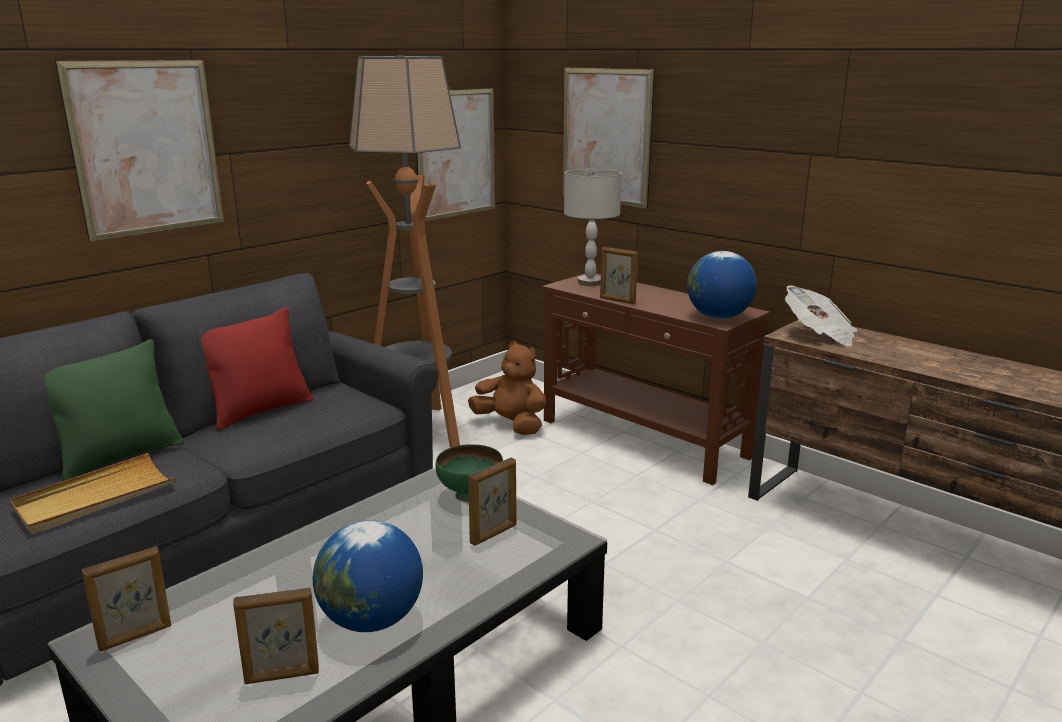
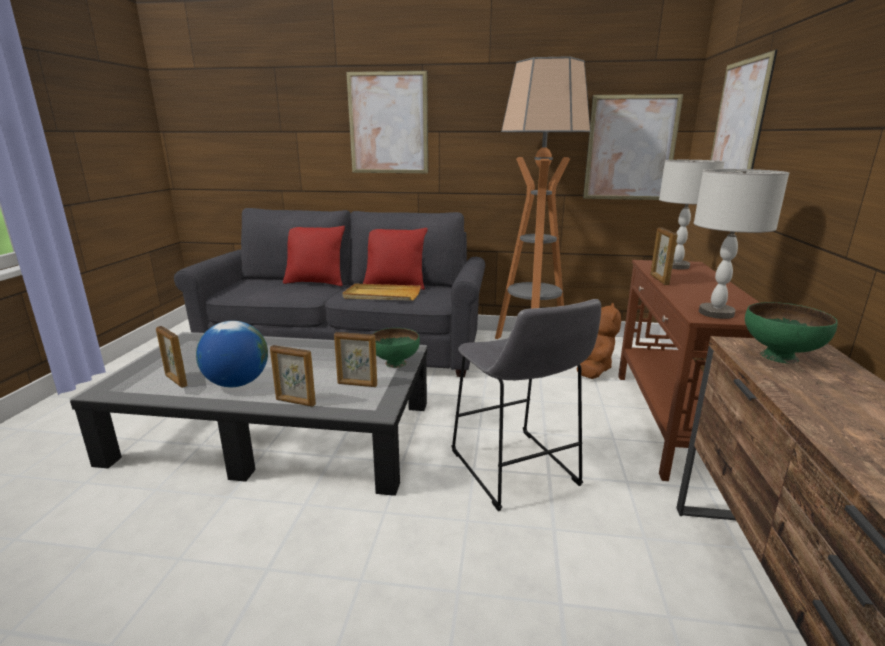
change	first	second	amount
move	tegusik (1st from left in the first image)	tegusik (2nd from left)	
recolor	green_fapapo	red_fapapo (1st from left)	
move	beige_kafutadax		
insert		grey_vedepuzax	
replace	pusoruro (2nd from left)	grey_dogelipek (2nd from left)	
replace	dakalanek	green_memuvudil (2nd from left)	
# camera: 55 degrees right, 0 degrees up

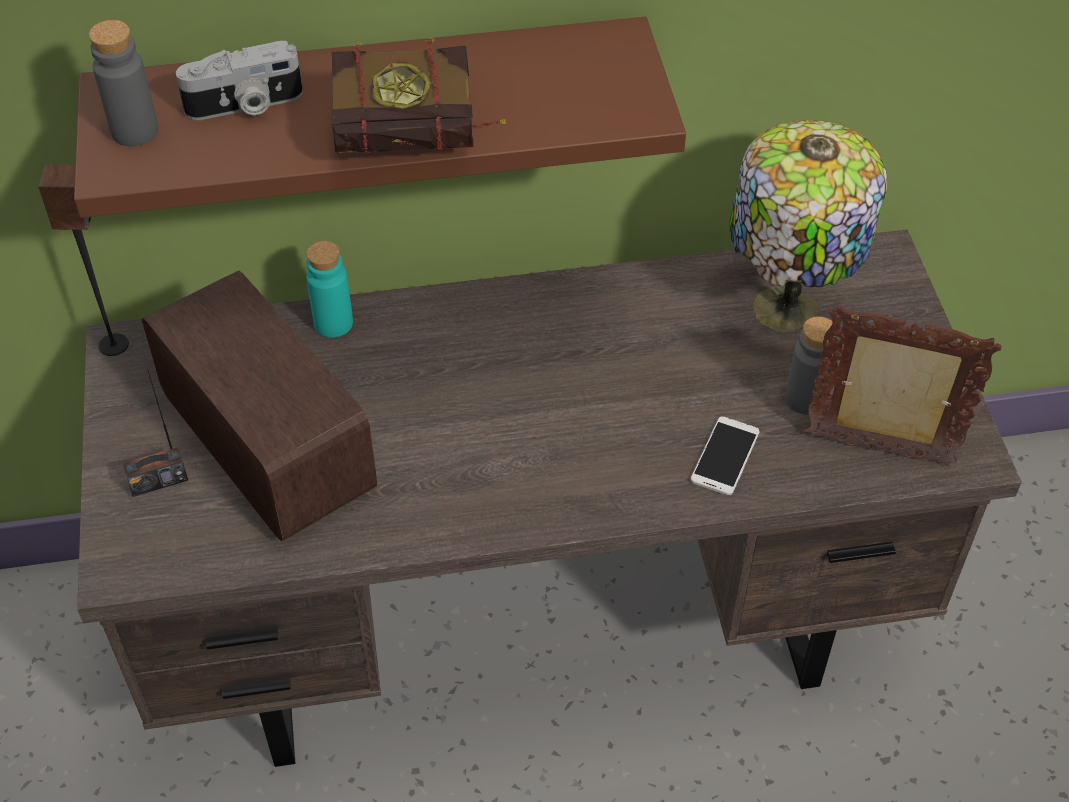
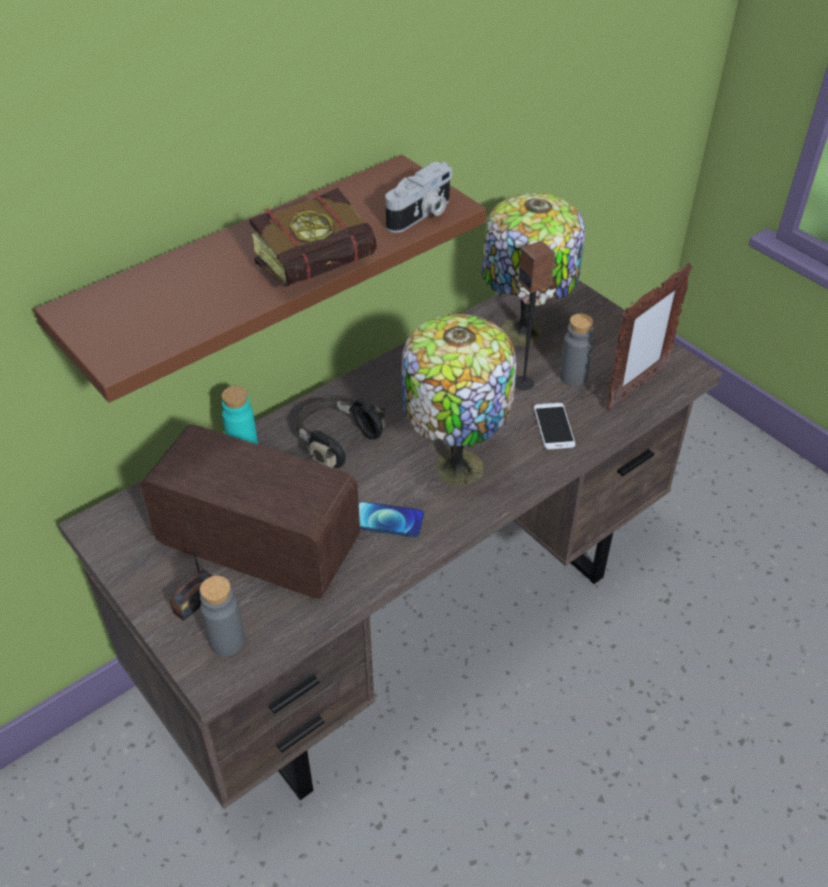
change	first	second	amount
move	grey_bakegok (1st from left)		
insert		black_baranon	
insert		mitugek (1st from left)	
move	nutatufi		
insert		dogelipek (1st from left)	
move	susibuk		
rotate	tegusik		150 degrees clockwise
# camera: 30 degrees left, 5 degrees down

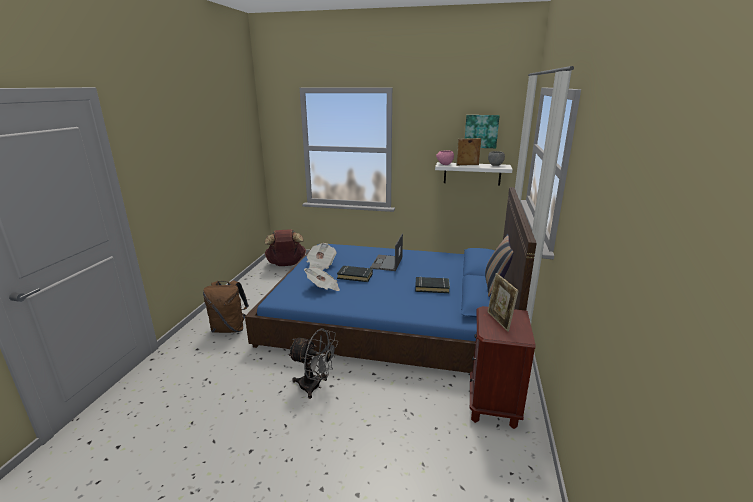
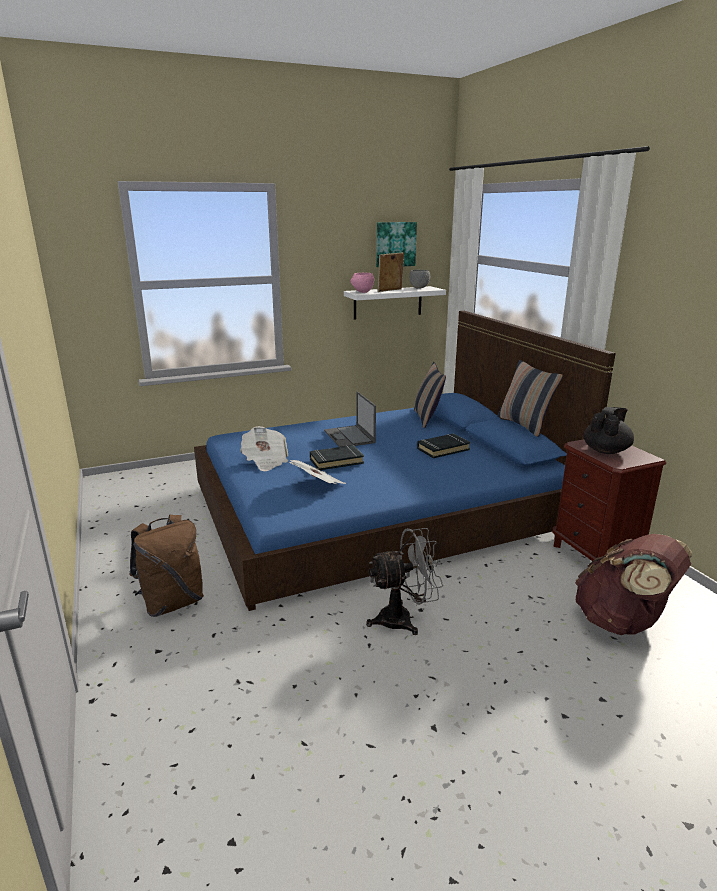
change	first	second	amount
insert		fapapo (1st from left)	
move	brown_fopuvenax (2nd from left)		
replace	tegusik (2nd from left)	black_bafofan	
# camera: 35 degrees left, 0 degrees up

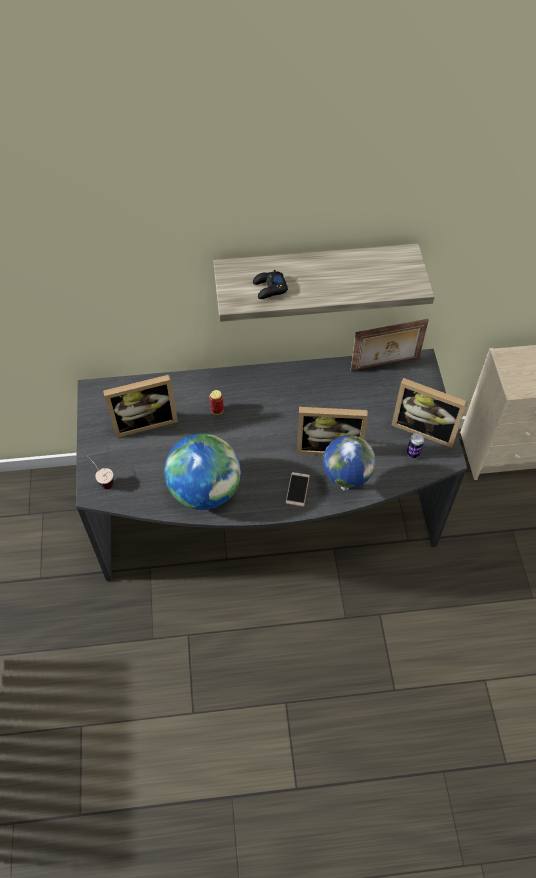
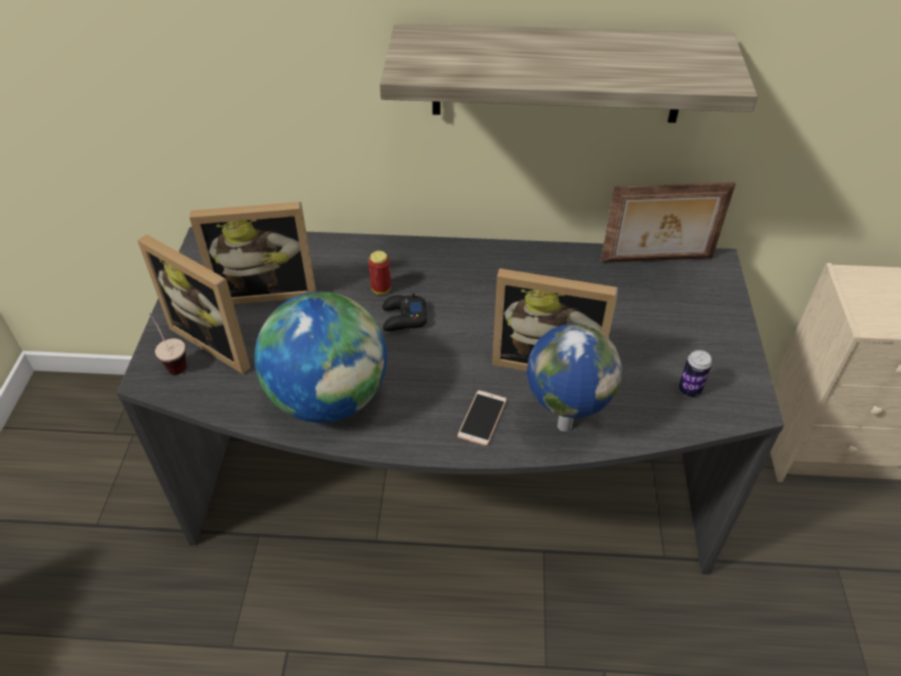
change	first	second	amount
move	tegusik (4th from left in the first image)	tegusik (1st from left)	
move	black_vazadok		
# camera: 10 degrees right, 10 degrees down

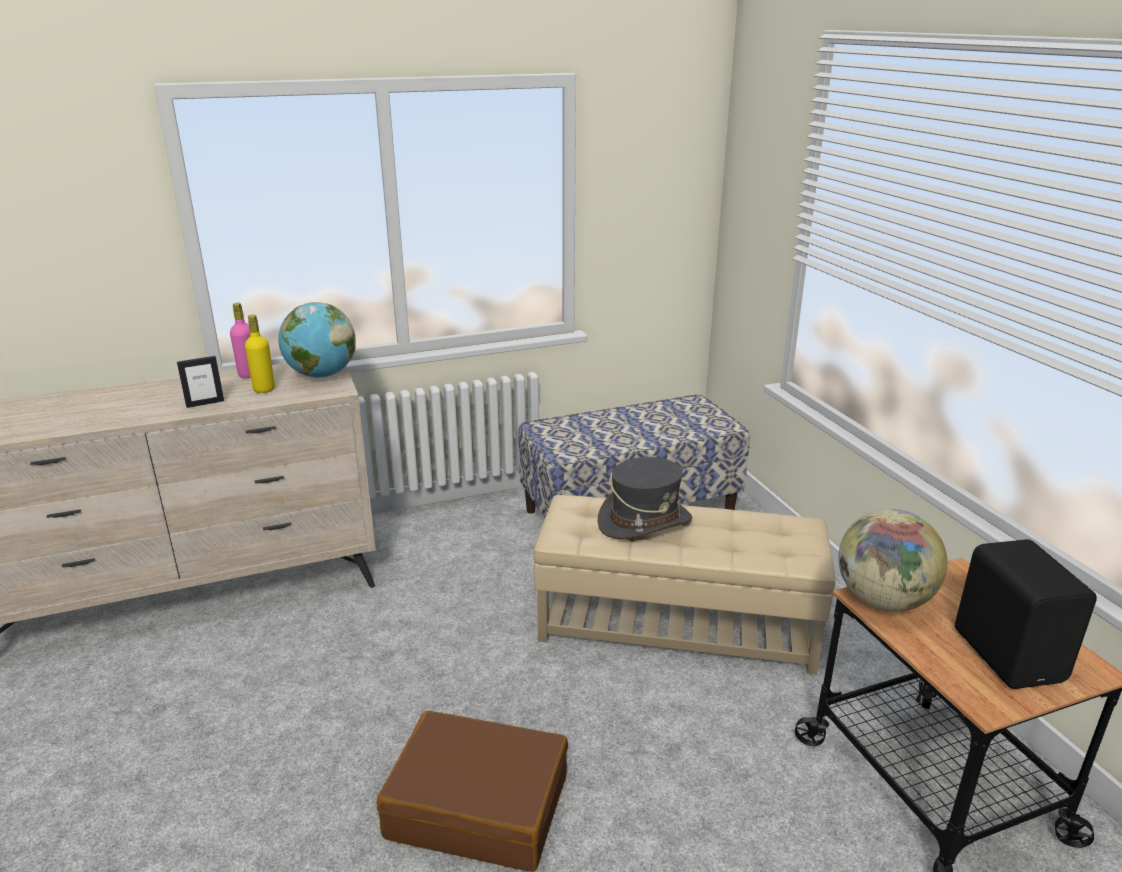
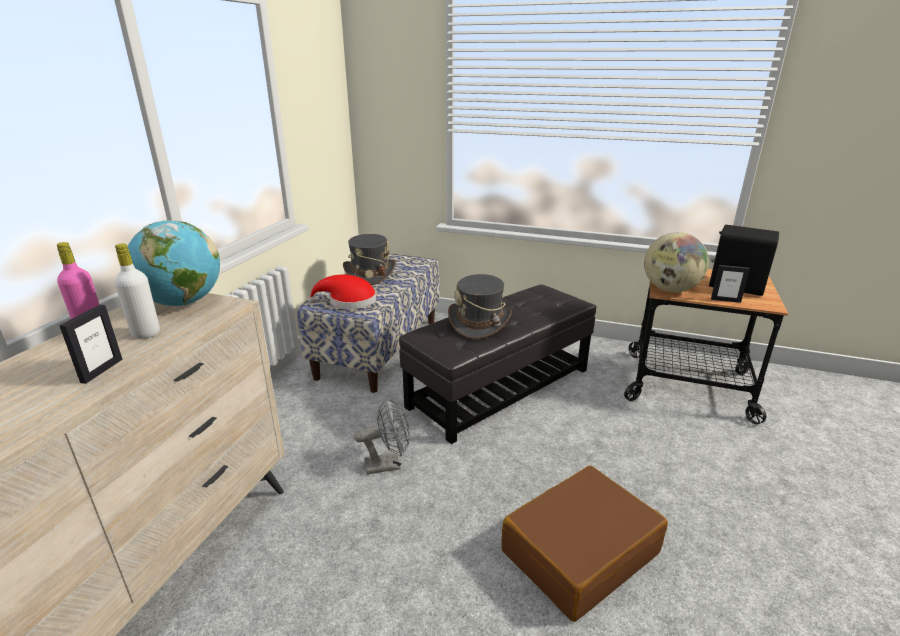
change	first	second	amount
recolor	yellow_bakegok	white_bakegok	
insert		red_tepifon	
insert		grey_tepifon (1st from left)	
insert		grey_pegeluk	
recolor	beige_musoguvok	black_musoguvok	
insert		tegusik (2nd from left)	
# camera: 50 degrees left, 0 degrees up

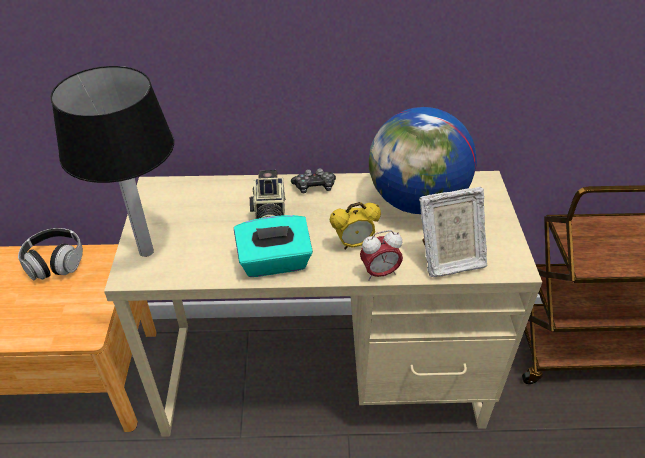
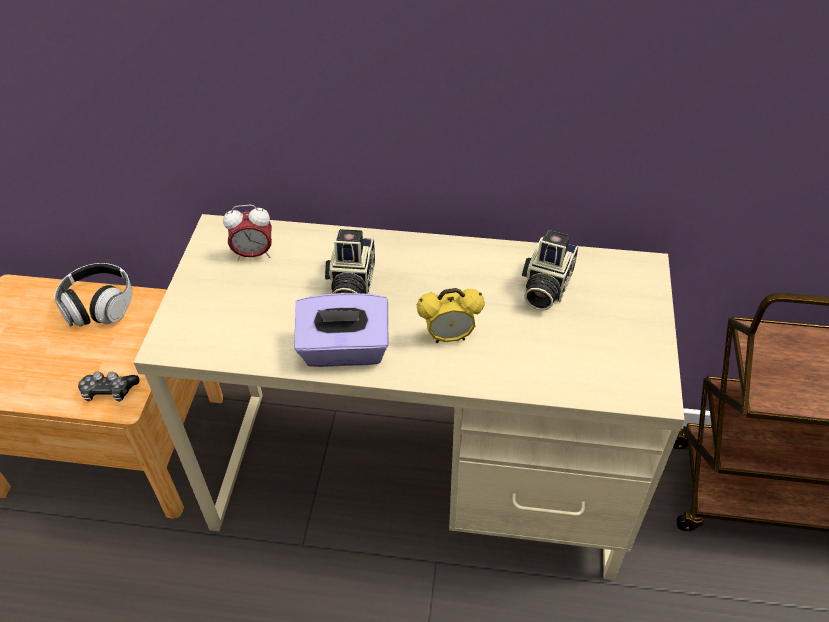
change	first	second	amount
move	vazadok		
move	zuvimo (2nd from left in the first image)	zuvimo (1st from left)	
recolor	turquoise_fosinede	purple_fosinede	
replace	pusoruro	nutatufi (2nd from left)	
delete	dogelipek		
delete	tegusik		
# camera: 10 degrees right, 5 degrees up

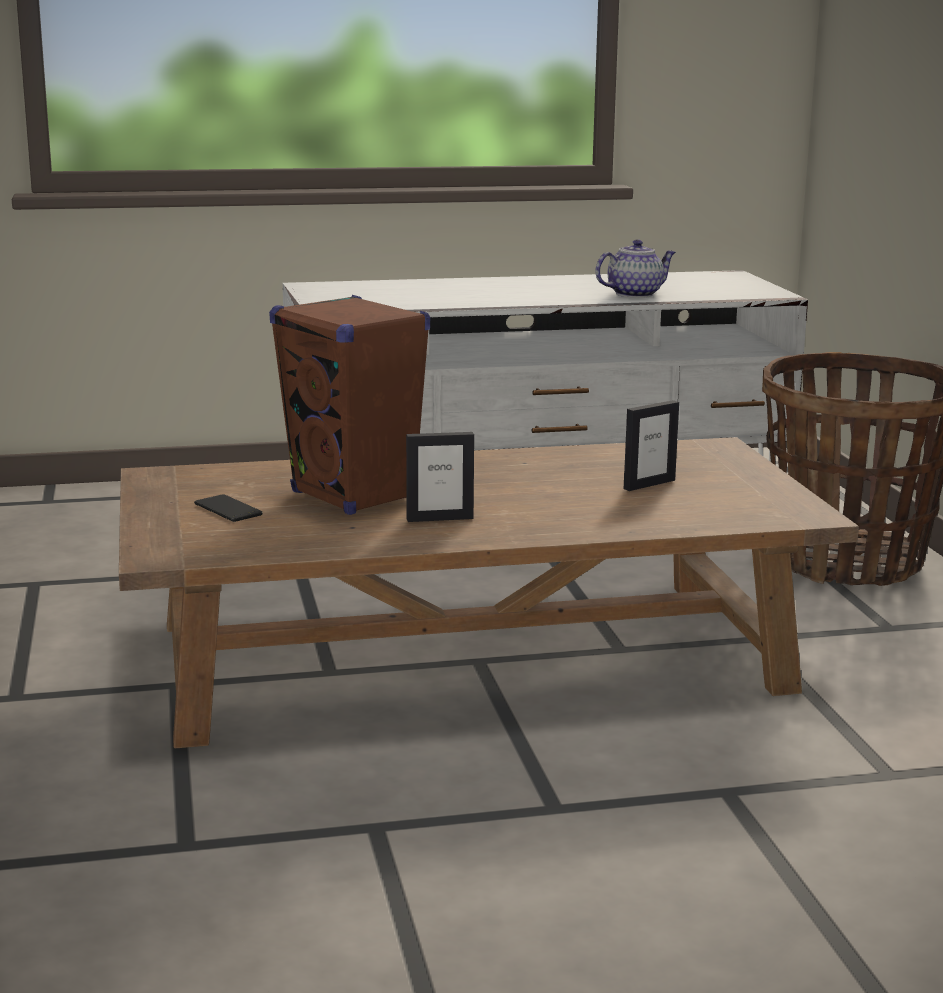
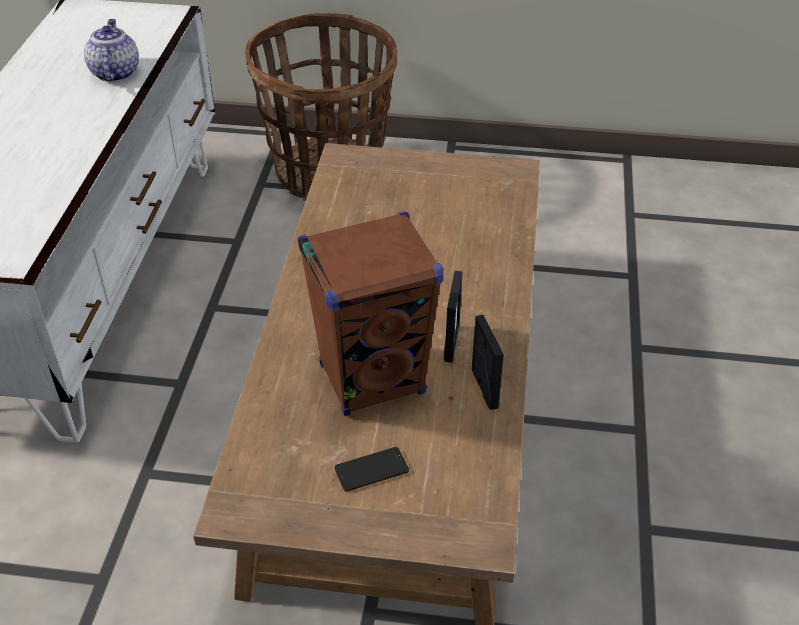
change	first	second	amount
move	tegusik (2nd from left)		
# camera: 70 degrees left, 25 degrees up

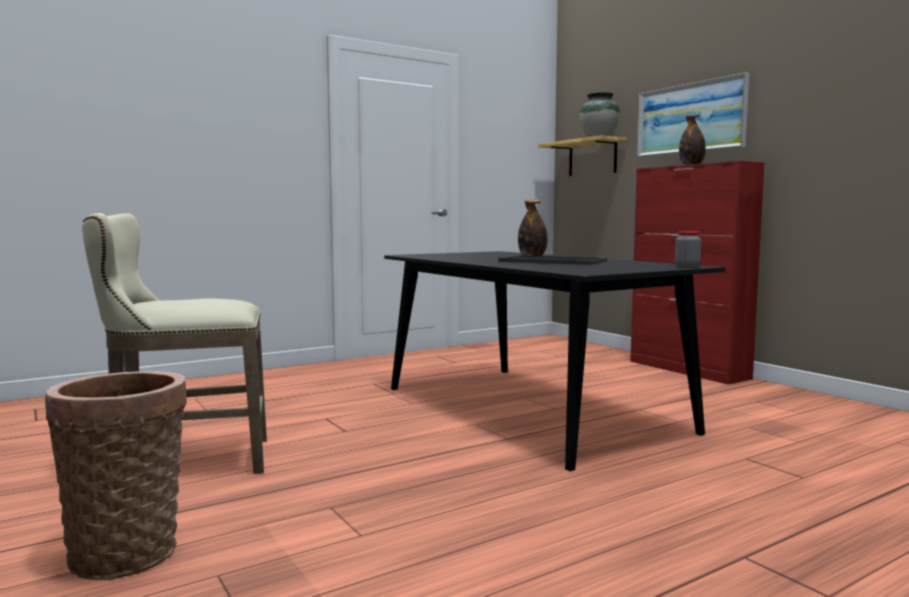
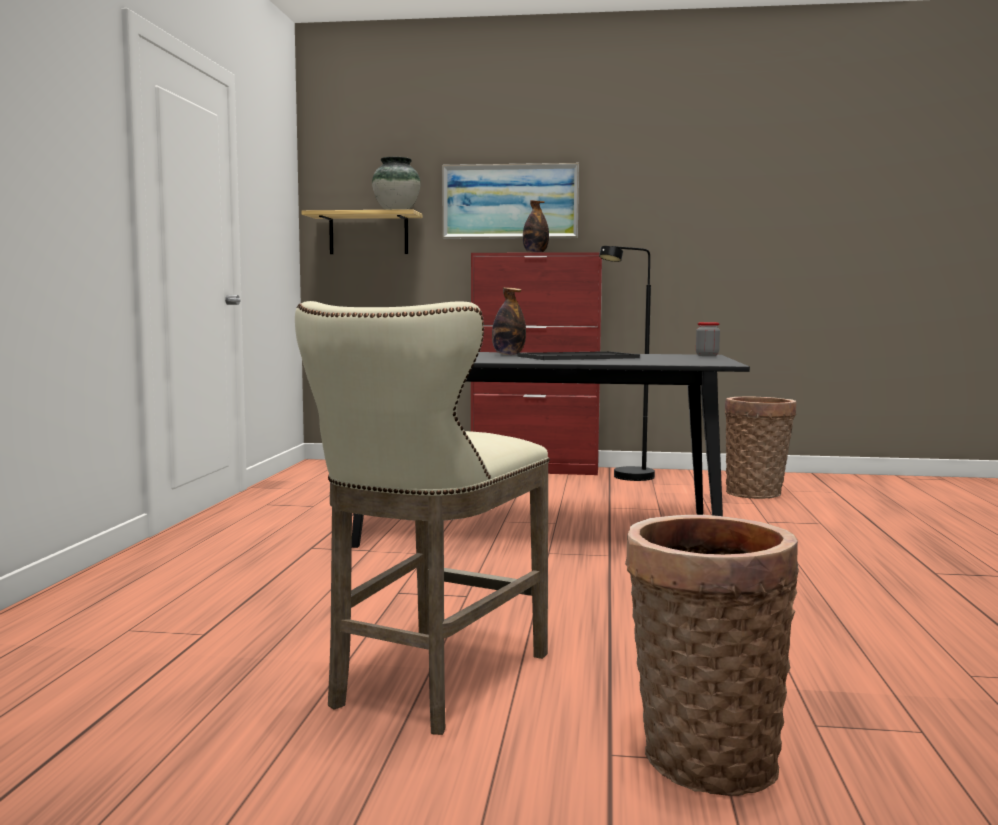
change	first	second	amount
insert		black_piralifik	
insert		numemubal (2nd from left)	
# camera: 50 degrees left, 0 degrees up

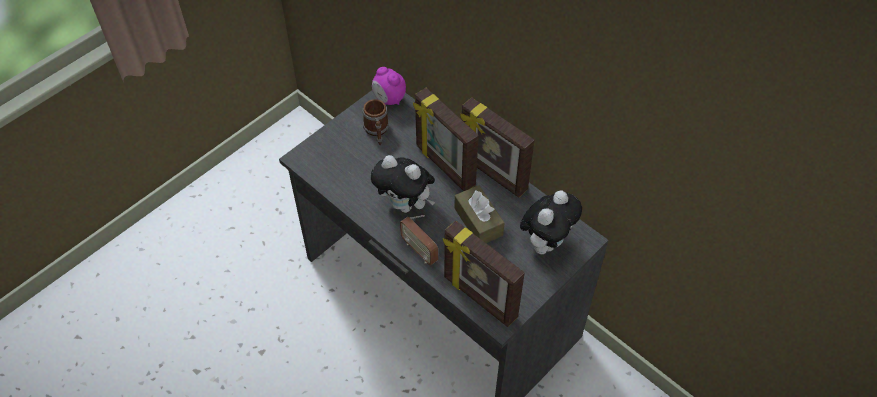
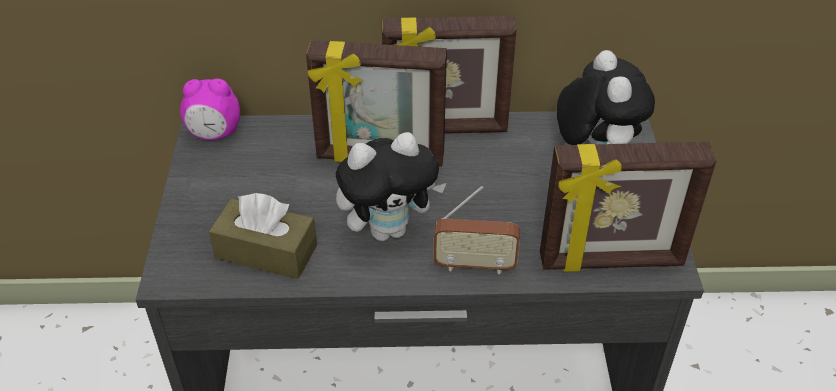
change	first	second	amount
move	brown_fosinede		
delete	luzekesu		
# camera: 45 degrees left, 10 degrees down

